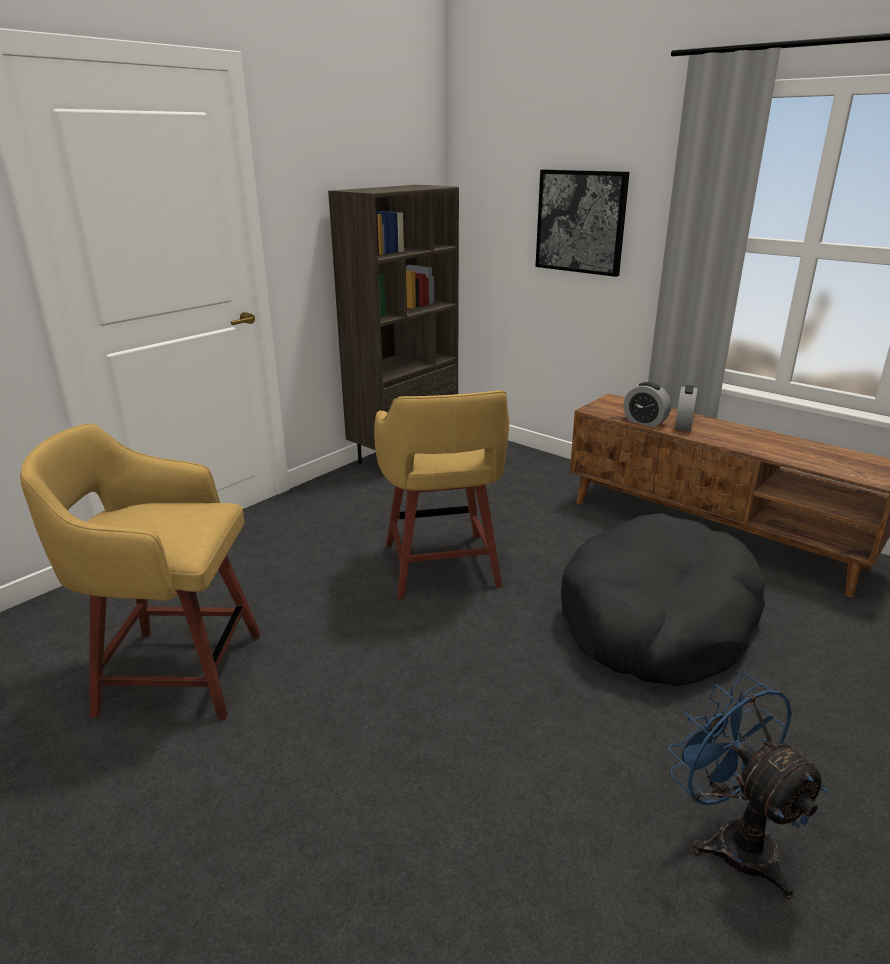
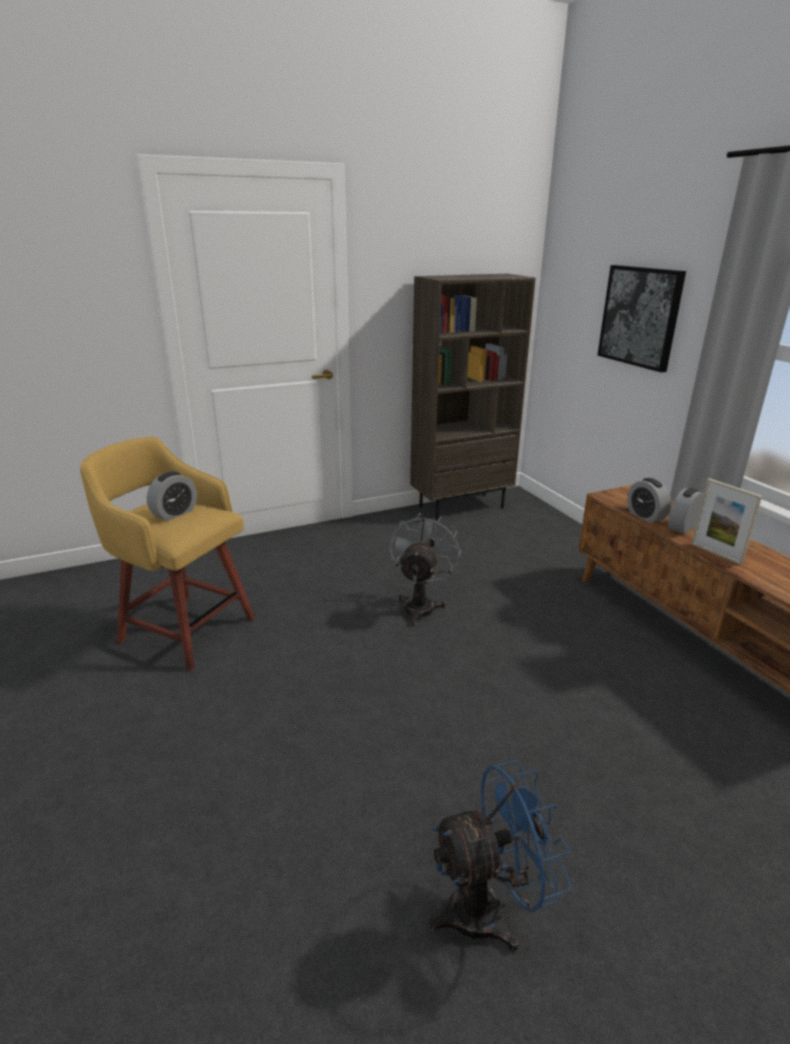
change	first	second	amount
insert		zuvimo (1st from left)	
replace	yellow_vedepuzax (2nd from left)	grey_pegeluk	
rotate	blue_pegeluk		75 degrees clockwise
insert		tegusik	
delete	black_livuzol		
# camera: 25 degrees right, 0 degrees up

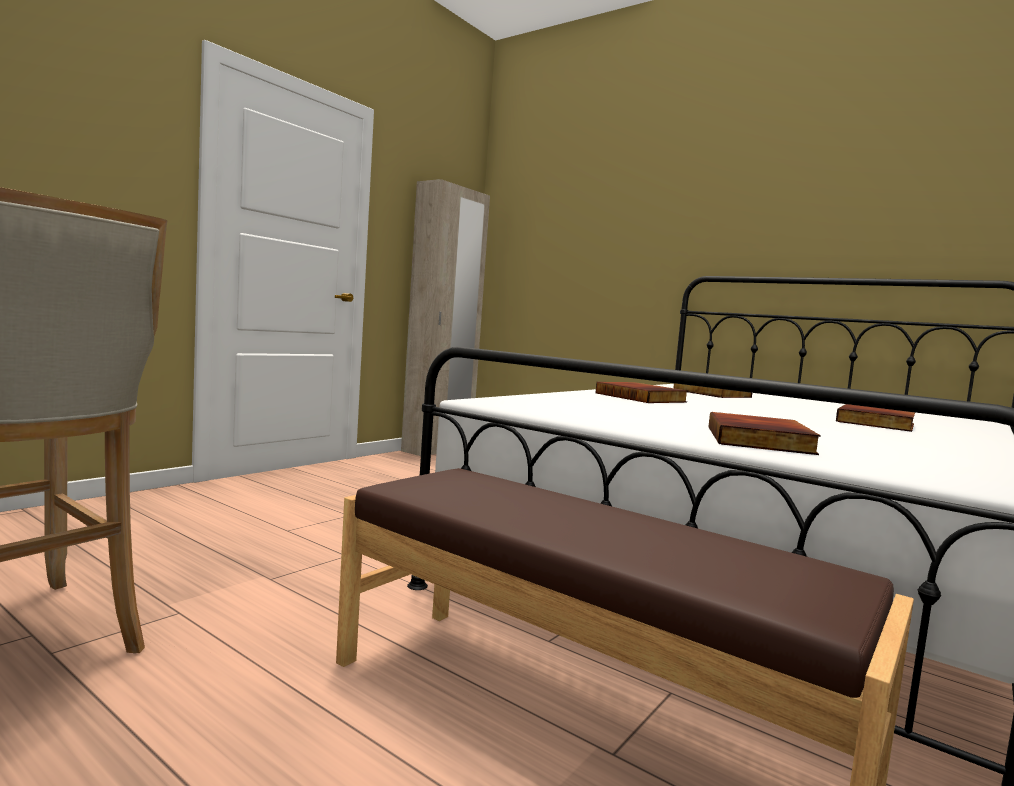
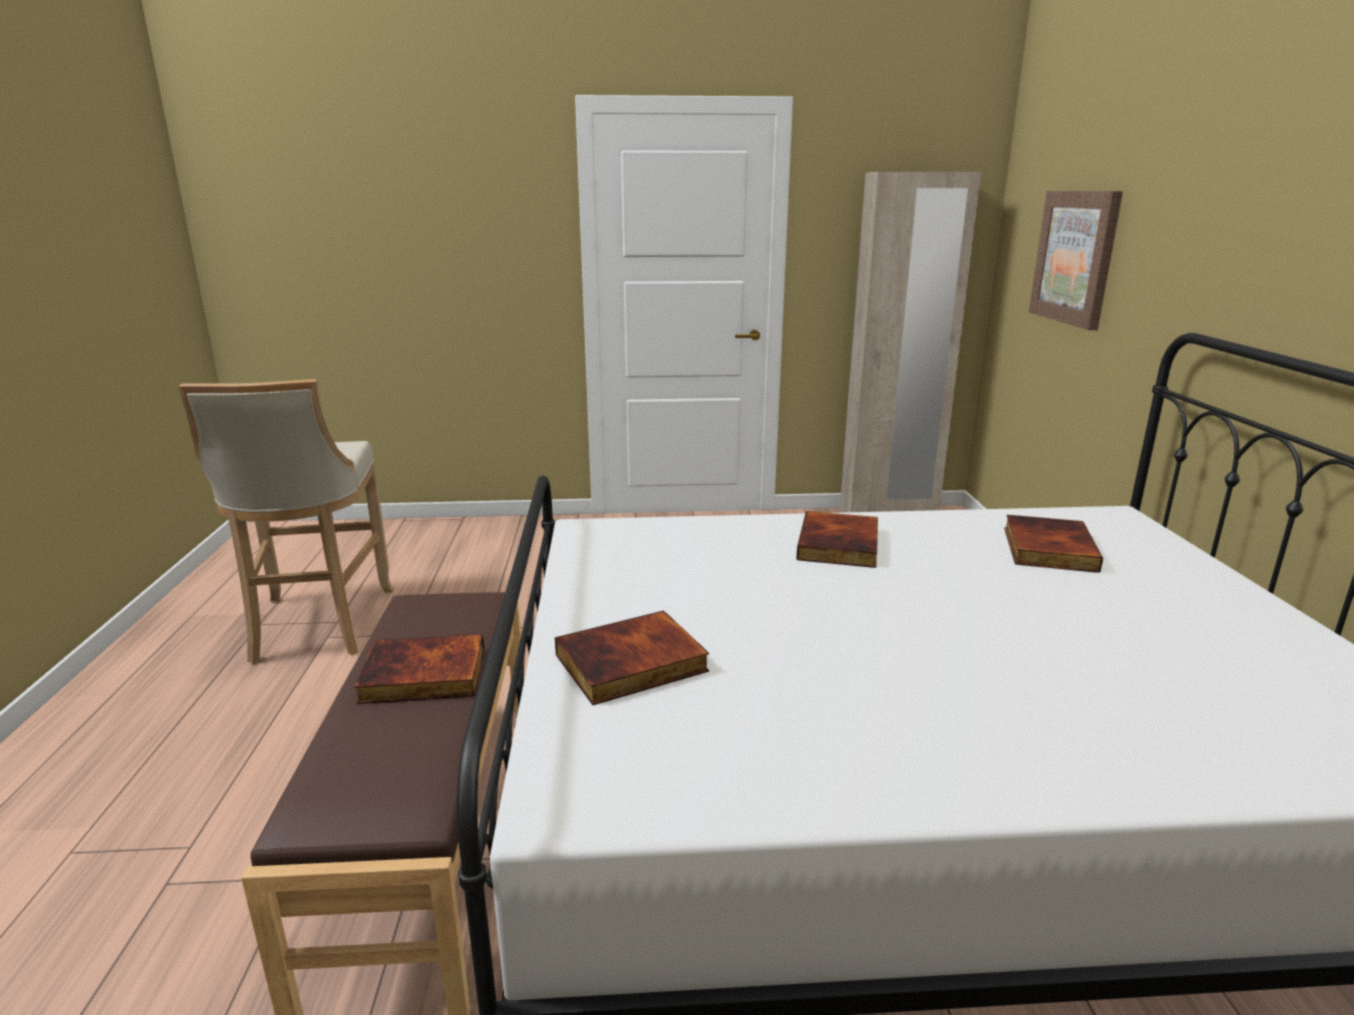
change	first	second	amount
move	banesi (4th from left in the first image)	banesi (1st from left)	
insert		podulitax	
# camera: 50 degrees right, 15 degrees up

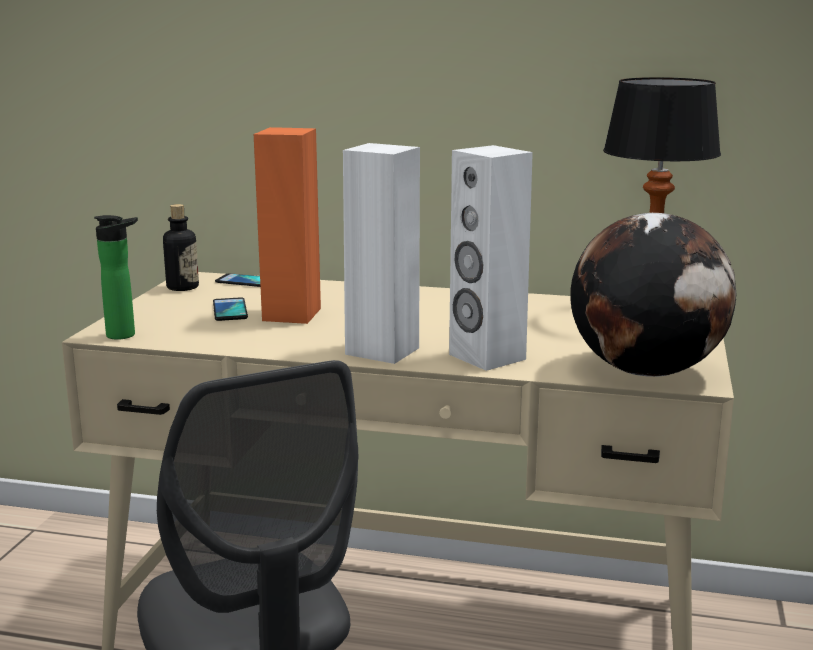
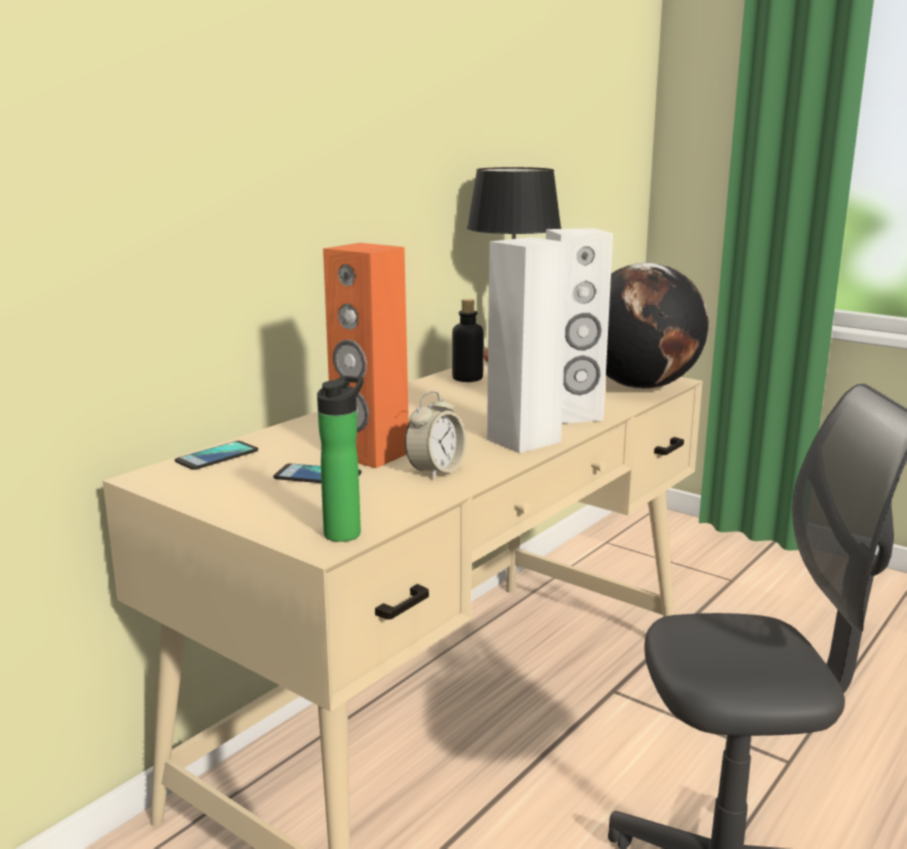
change	first	second	amount
insert		zuvimo	
move	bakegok (2nd from left)		
# camera: 65 degrees left, 0 degrees up

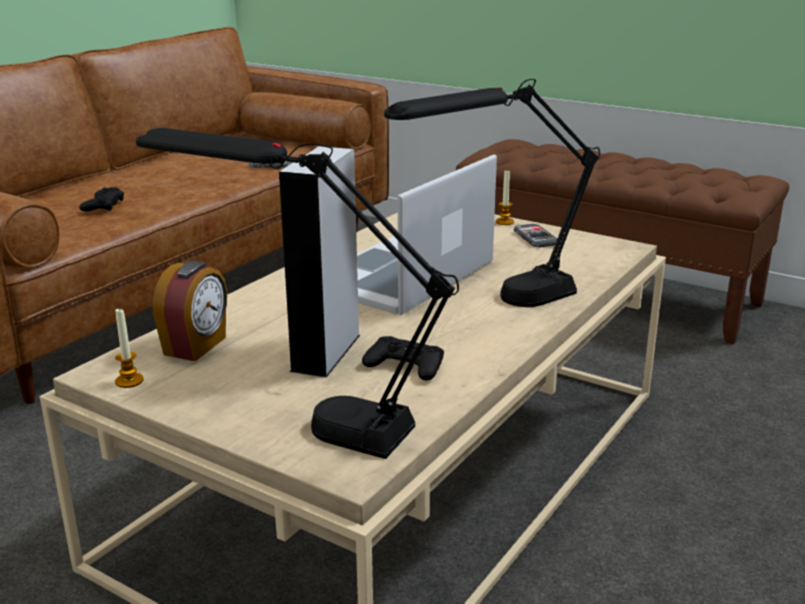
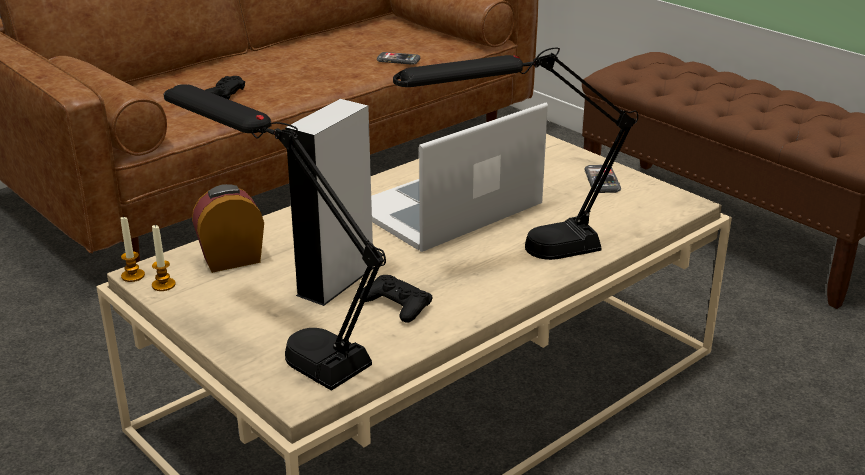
change	first	second	amount
move	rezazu (2nd from left in the first image)	rezazu (1st from left)	
rotate	zuvimo		150 degrees counterclockwise
# camera: 15 degrees right, 5 degrees up

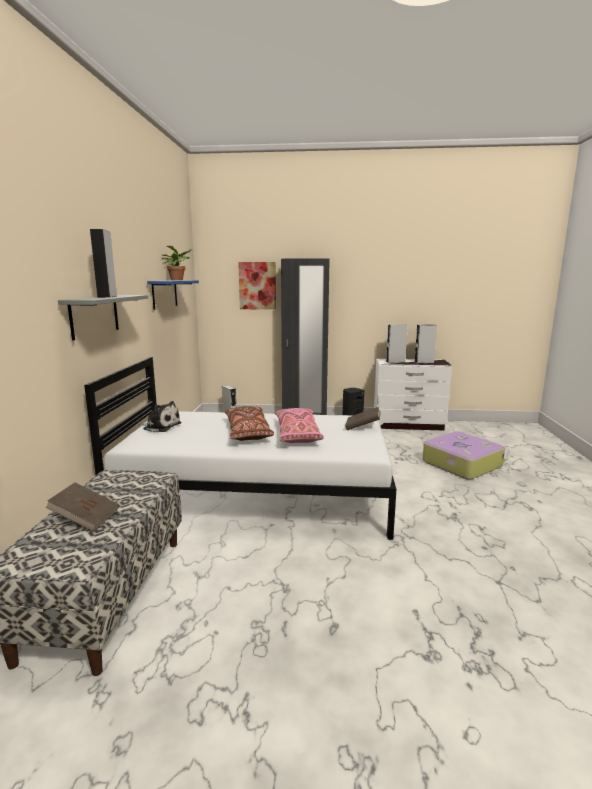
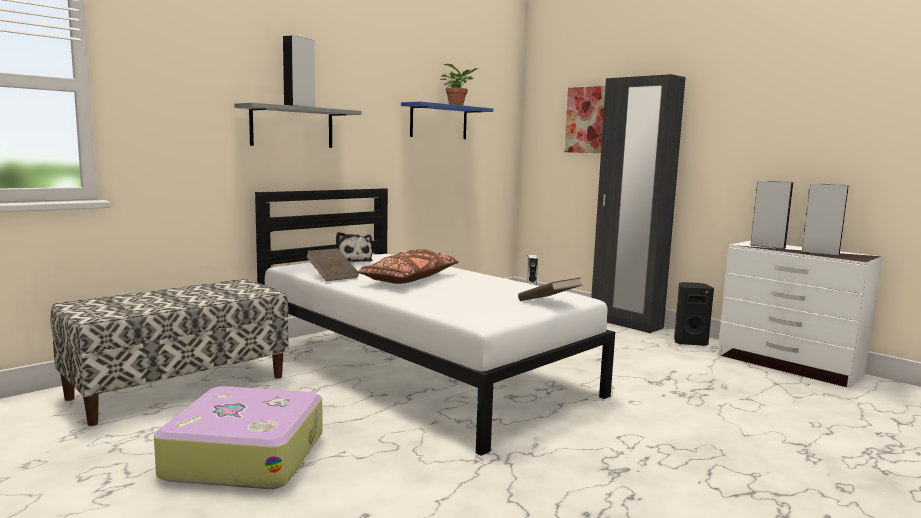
change	first	second	amount
move	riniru		
move	brown_banesi (1st from left)		
delete	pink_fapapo		
# camera: 40 degrees right, 5 degrees down

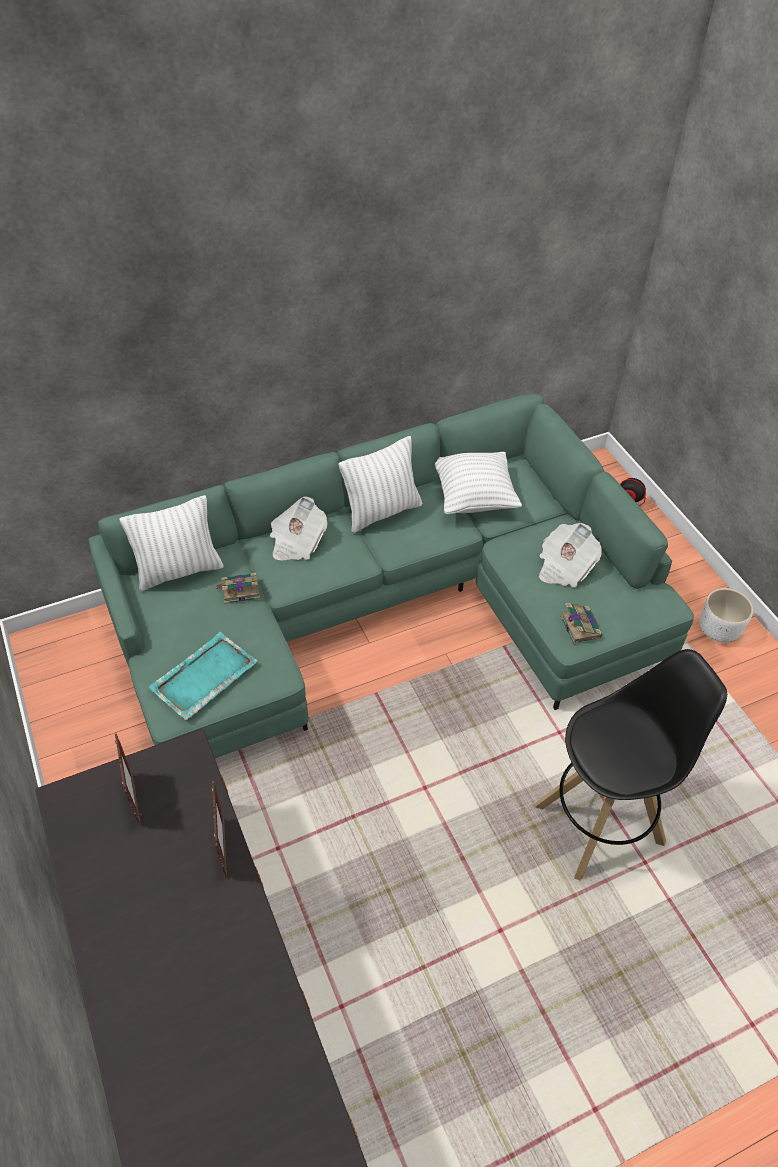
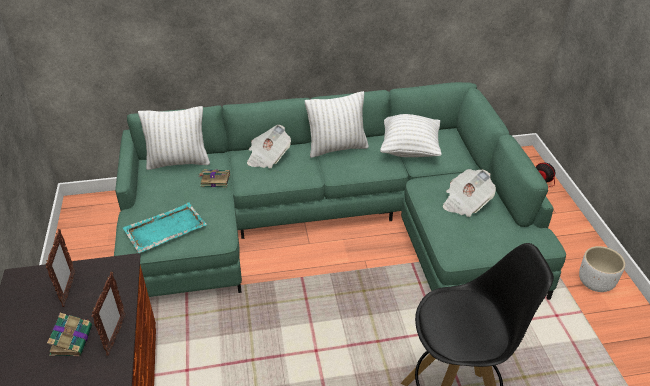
change	first	second	amount
move	banesi (2nd from left in the first image)	banesi (1st from left)	
# camera: 15 degrees right, 10 degrees down

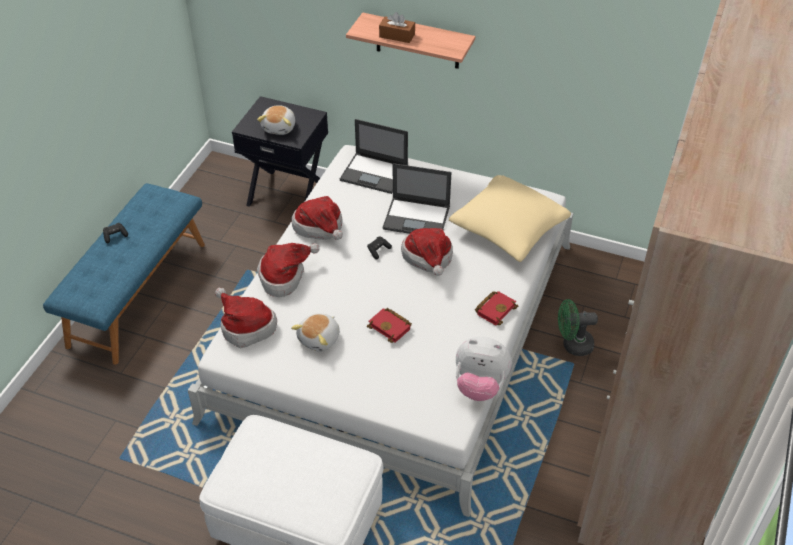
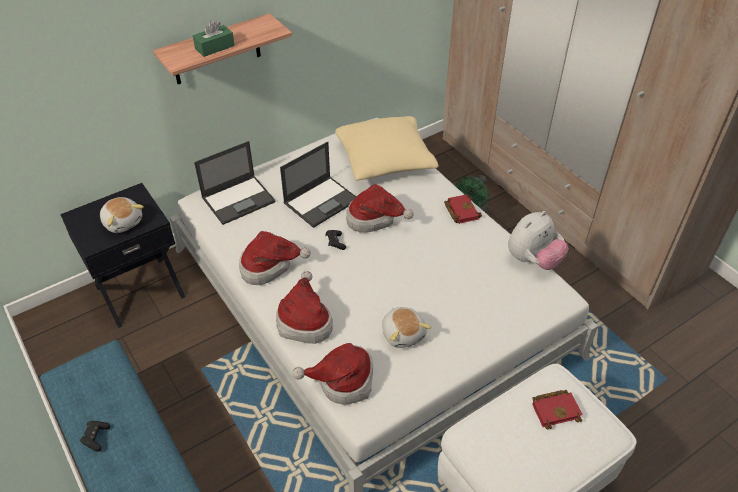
change	first	second	amount
recolor	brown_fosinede	green_fosinede	
move	red_banesi (1st from left in the first image)	red_banesi (2nd from left)	
# camera: 55 degrees left, 0 degrees up

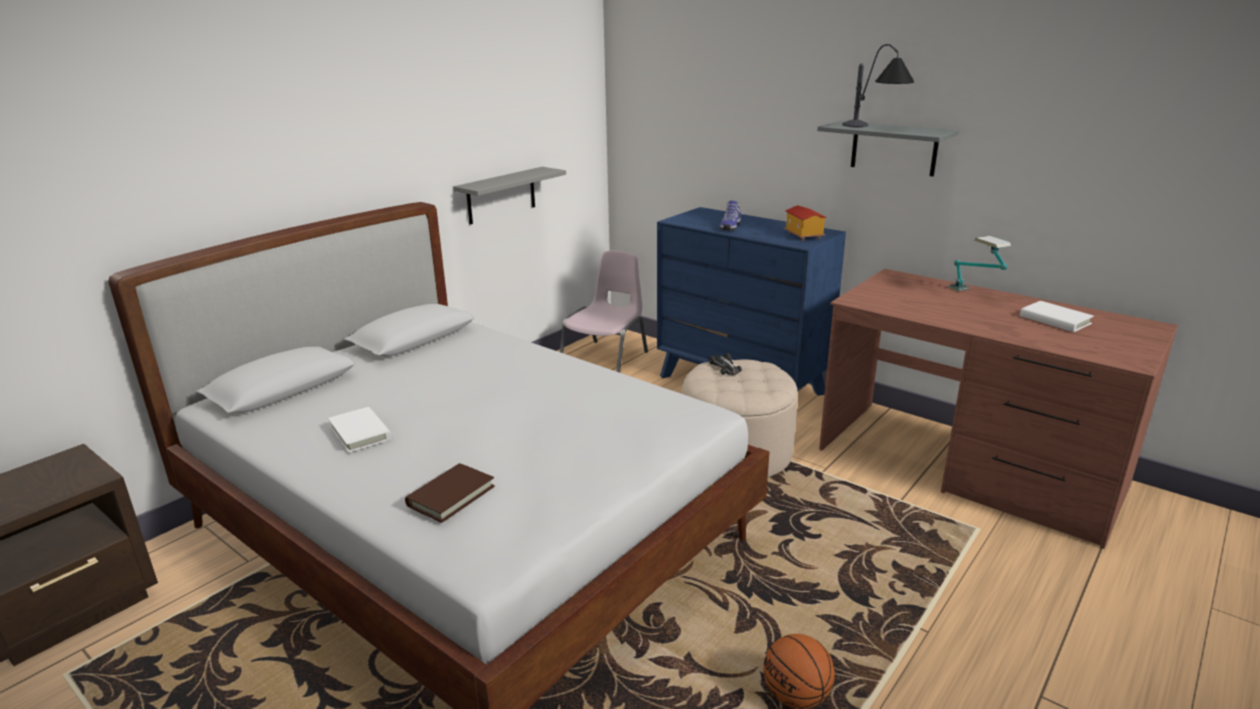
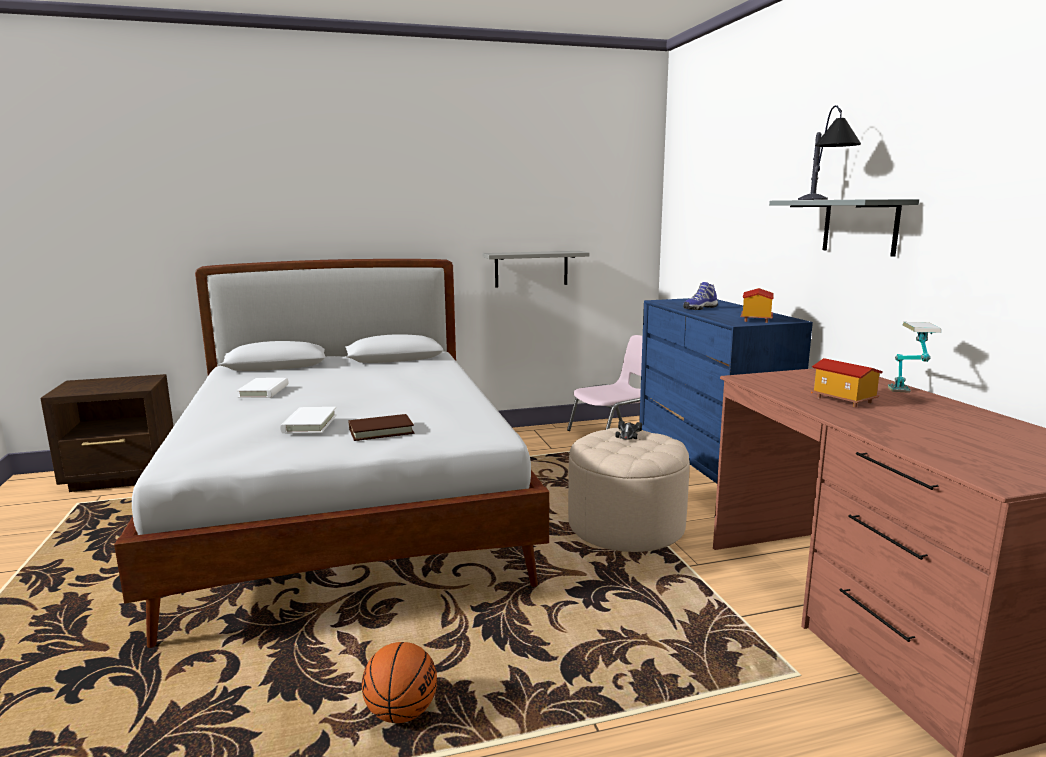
change	first	second	amount
move	white_banesi (2nd from left)		
move	brown_banesi		
insert		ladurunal (2nd from left)	
# camera: 35 degrees right, 10 degrees down

